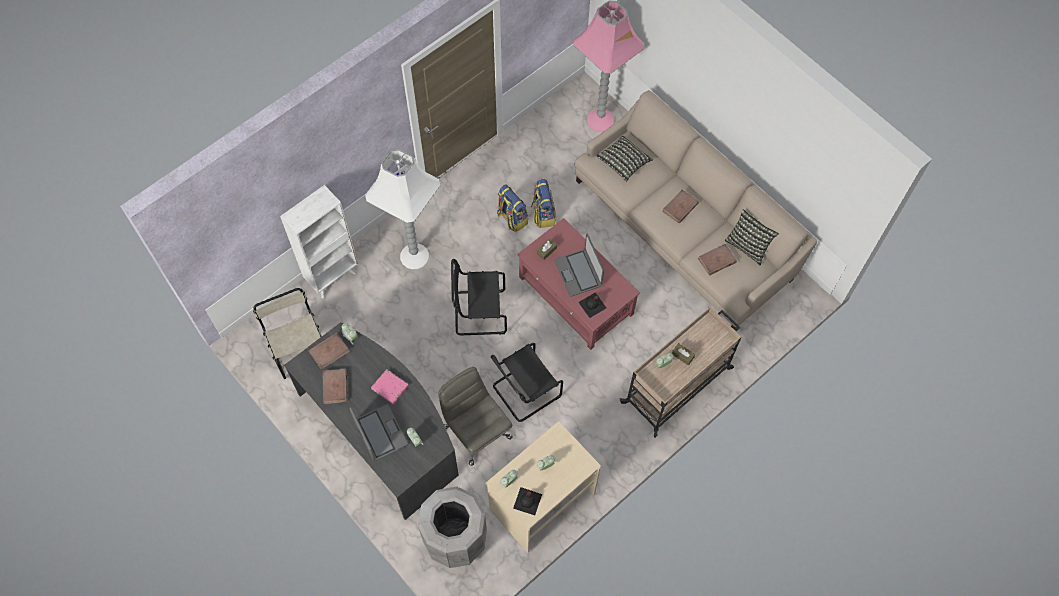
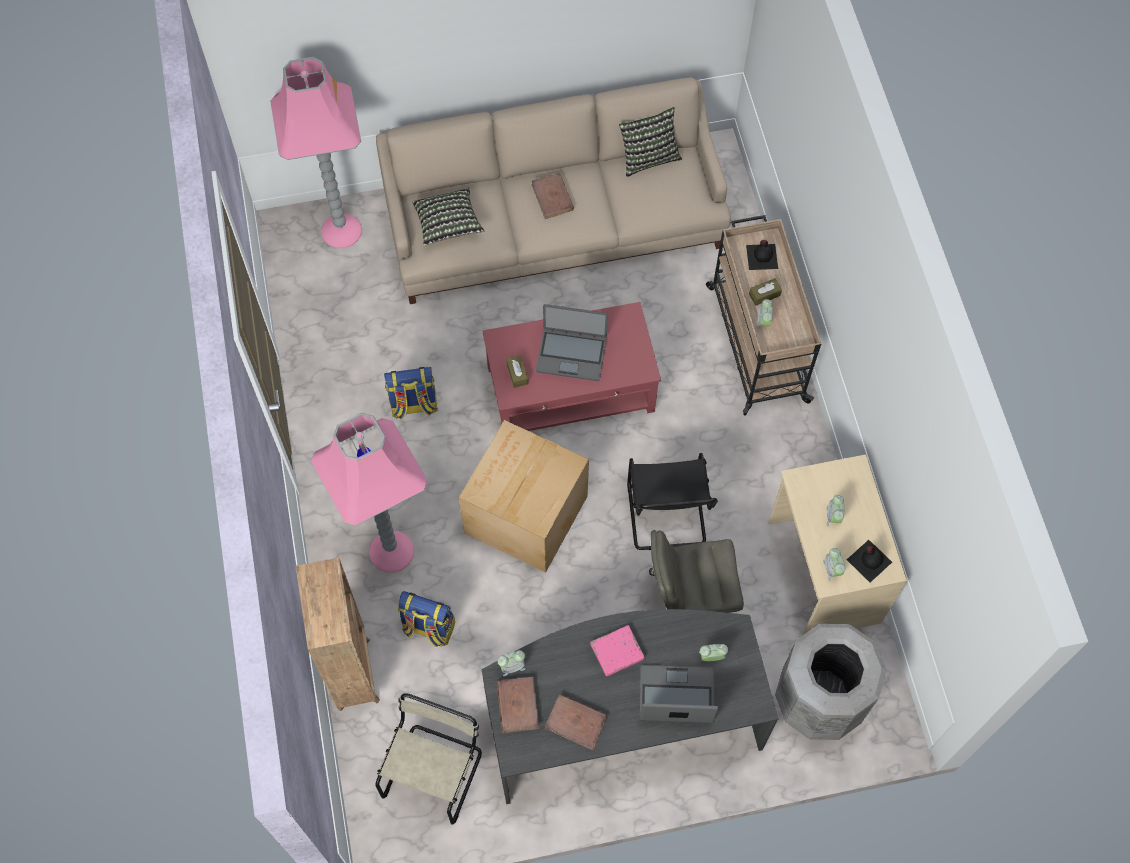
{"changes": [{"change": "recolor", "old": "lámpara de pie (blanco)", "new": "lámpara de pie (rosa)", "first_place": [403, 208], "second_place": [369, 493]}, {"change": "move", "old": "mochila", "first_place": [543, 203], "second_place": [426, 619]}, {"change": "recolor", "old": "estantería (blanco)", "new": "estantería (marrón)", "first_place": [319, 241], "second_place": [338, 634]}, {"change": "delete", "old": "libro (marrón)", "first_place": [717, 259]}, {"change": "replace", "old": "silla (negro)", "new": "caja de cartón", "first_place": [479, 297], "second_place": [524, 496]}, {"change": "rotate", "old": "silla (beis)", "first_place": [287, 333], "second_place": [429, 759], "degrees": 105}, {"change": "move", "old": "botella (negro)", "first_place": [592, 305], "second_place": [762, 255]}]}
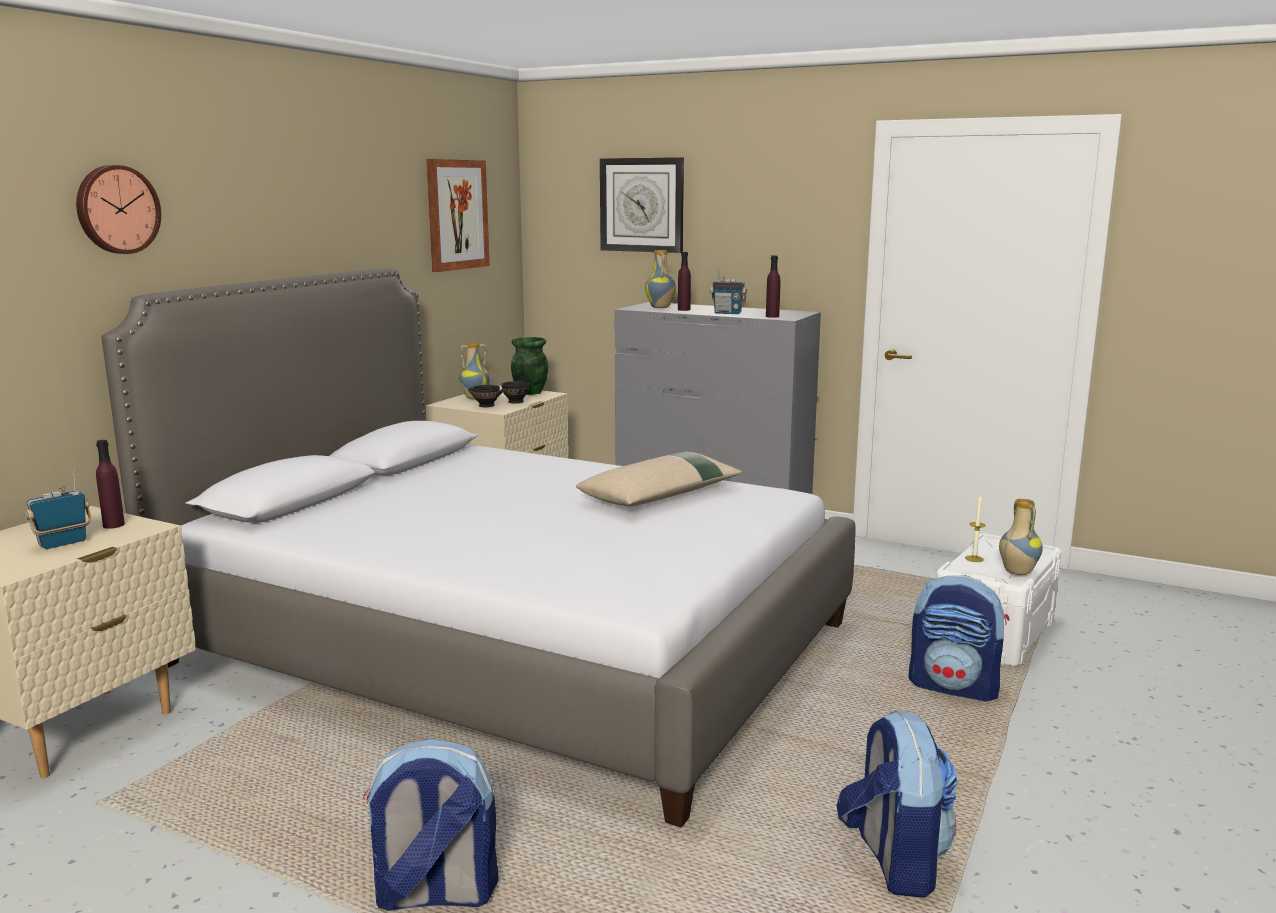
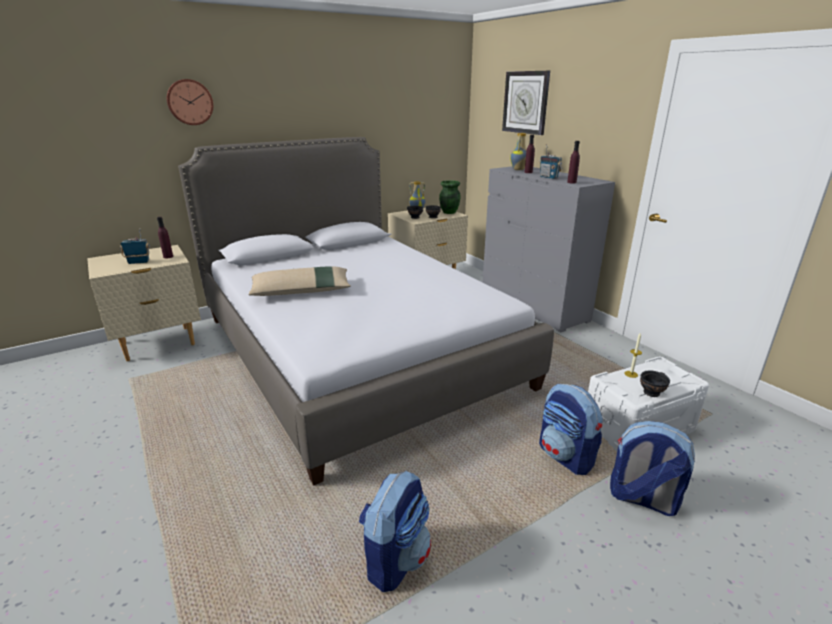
{"changes": [{"change": "delete", "old": "cuadro", "first_place": [458, 215]}, {"change": "move", "old": "cojín (beis)", "first_place": [659, 479], "second_place": [299, 281]}, {"change": "replace", "old": "florero", "new": "cuenco (negro)", "first_place": [1021, 536], "second_place": [655, 383]}, {"change": "move", "old": "mochila", "first_place": [431, 825], "second_place": [652, 468]}]}
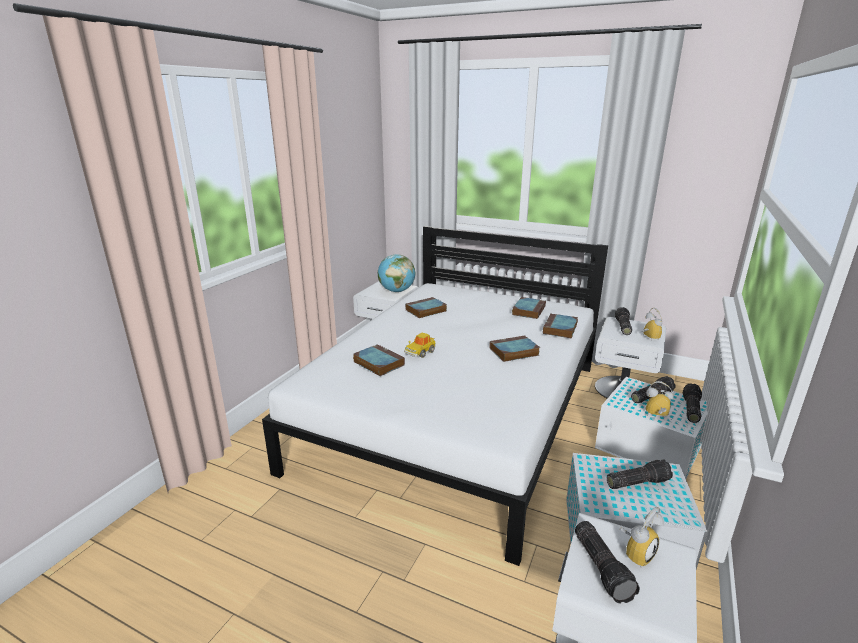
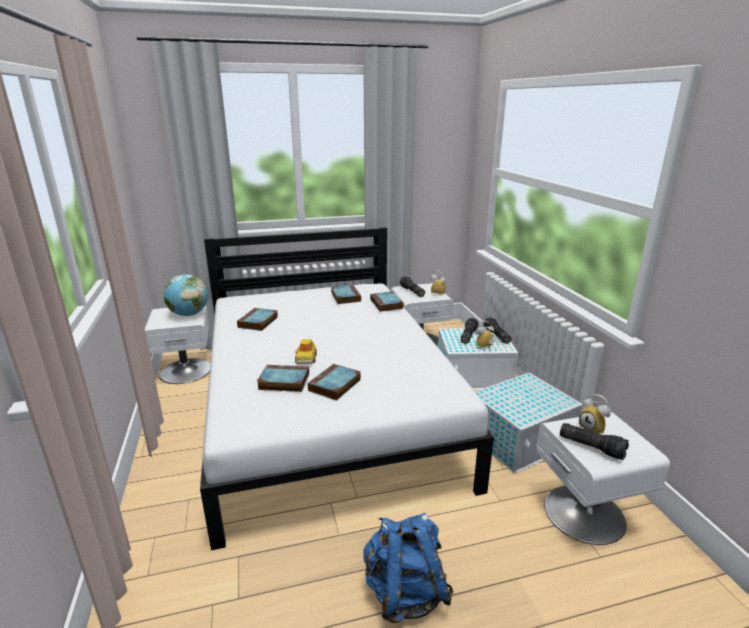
{"changes": [{"change": "move", "old": "libro", "first_place": [514, 348], "second_place": [334, 382]}, {"change": "delete", "old": "linterna", "first_place": [640, 474]}, {"change": "rotate", "old": "despertador", "first_place": [642, 537], "second_place": [595, 413], "degrees": 135}, {"change": "insert", "new": "mochila (azul)", "second_place": [408, 568]}]}
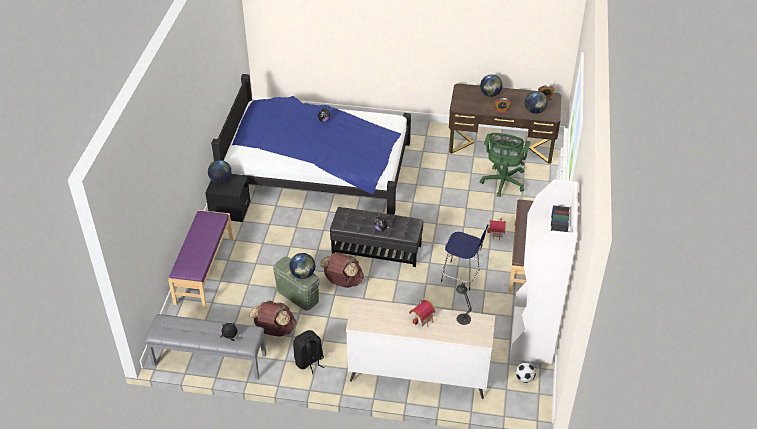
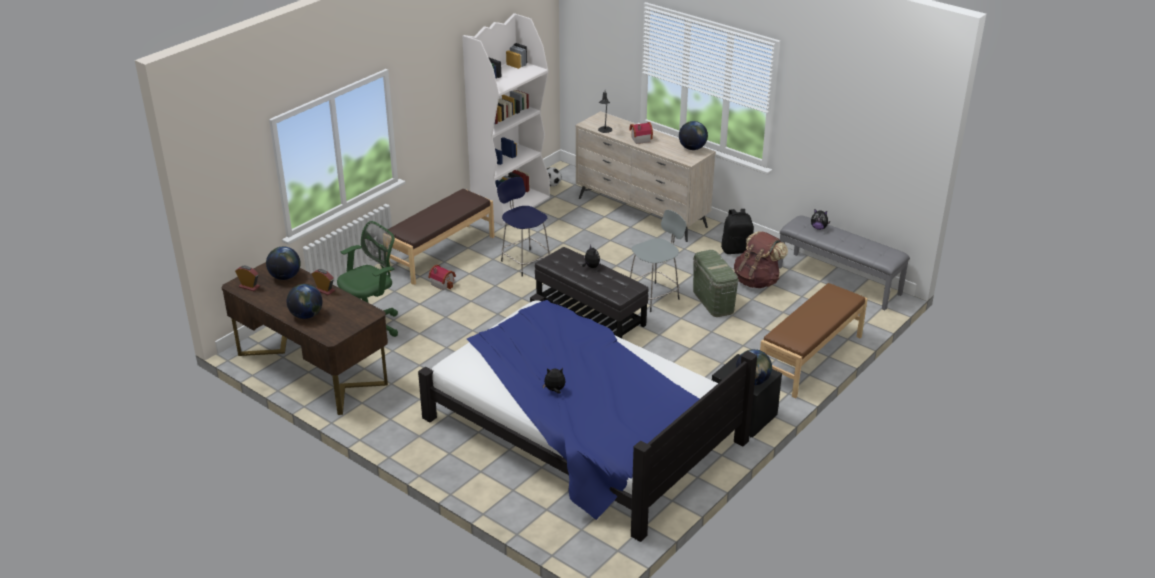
{"changes": [{"change": "recolor", "old": "banco (morado)", "new": "banco (marrón)", "first_place": [200, 259], "second_place": [814, 340]}, {"change": "move", "old": "globo terráqueo", "first_place": [302, 266], "second_place": [693, 135]}, {"change": "replace", "old": "mochila (marrón)", "new": "taburete (gris)", "first_place": [342, 270], "second_place": [658, 261]}]}
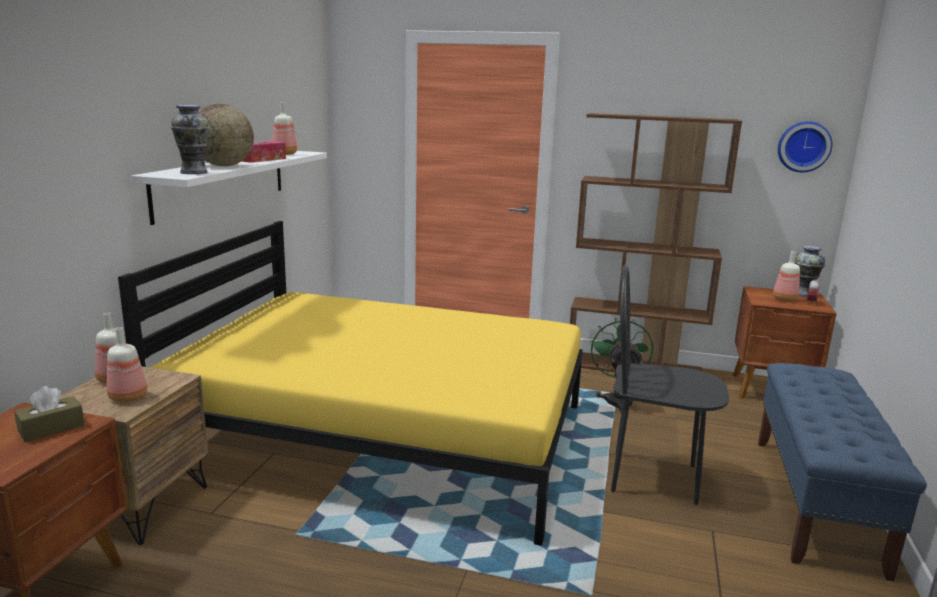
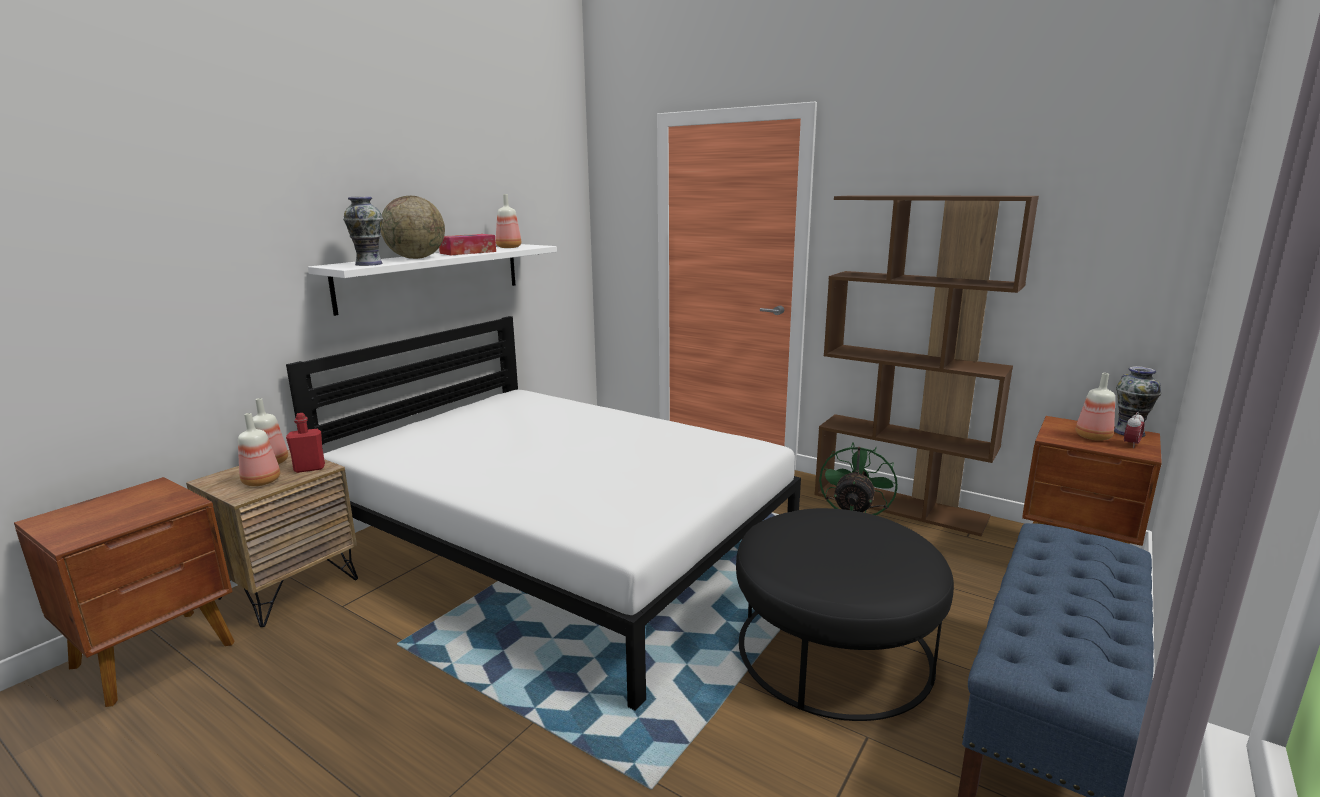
{"changes": [{"change": "delete", "old": "reloj de pared", "first_place": [805, 146]}, {"change": "recolor", "old": "cama (amarillo)", "new": "cama (blanco)", "first_place": [350, 383], "second_place": [543, 513]}, {"change": "replace", "old": "silla (negro)", "new": "puf (negro)", "first_place": [670, 385], "second_place": [845, 614]}, {"change": "delete", "old": "caja de pañuelos (marrón)", "first_place": [49, 414]}, {"change": "insert", "new": "botella (rojo)", "second_place": [305, 443]}]}
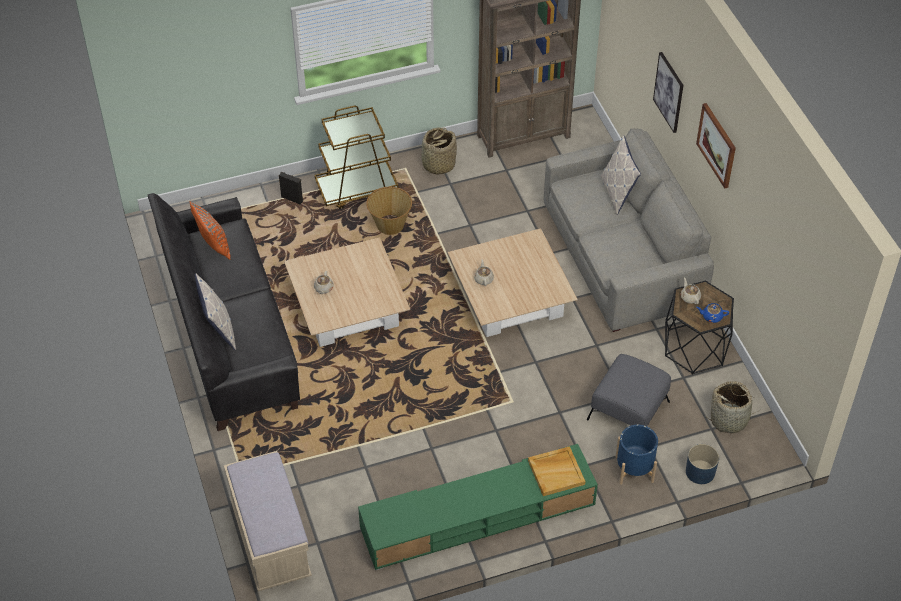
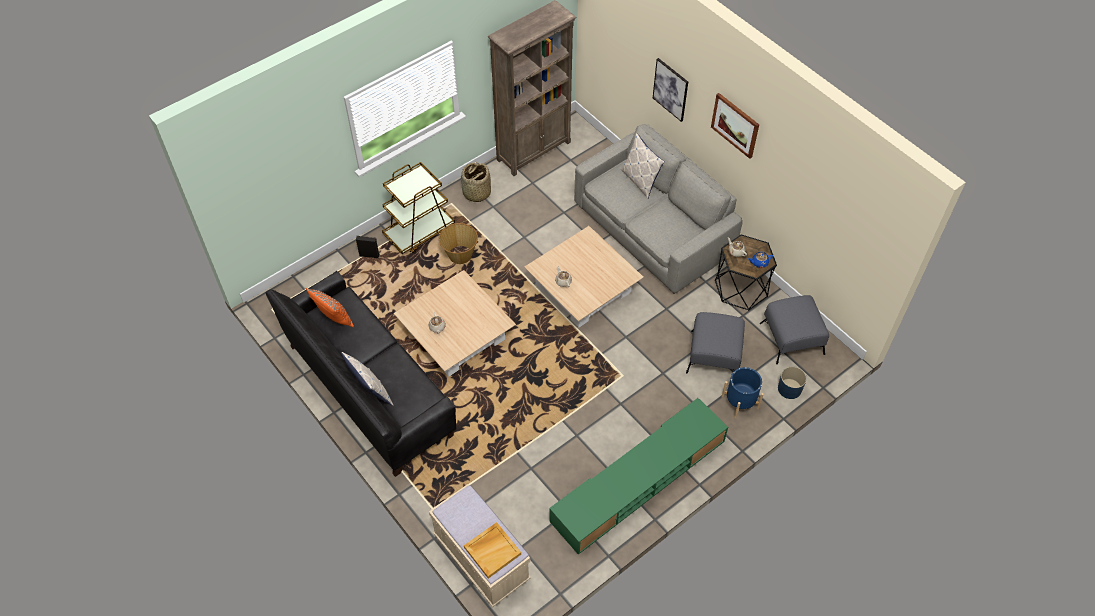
{"changes": [{"change": "replace", "old": "cesta", "new": "puf (gris)", "first_place": [735, 407], "second_place": [794, 329]}, {"change": "move", "old": "bandeja (beis)", "first_place": [556, 471], "second_place": [492, 550]}]}
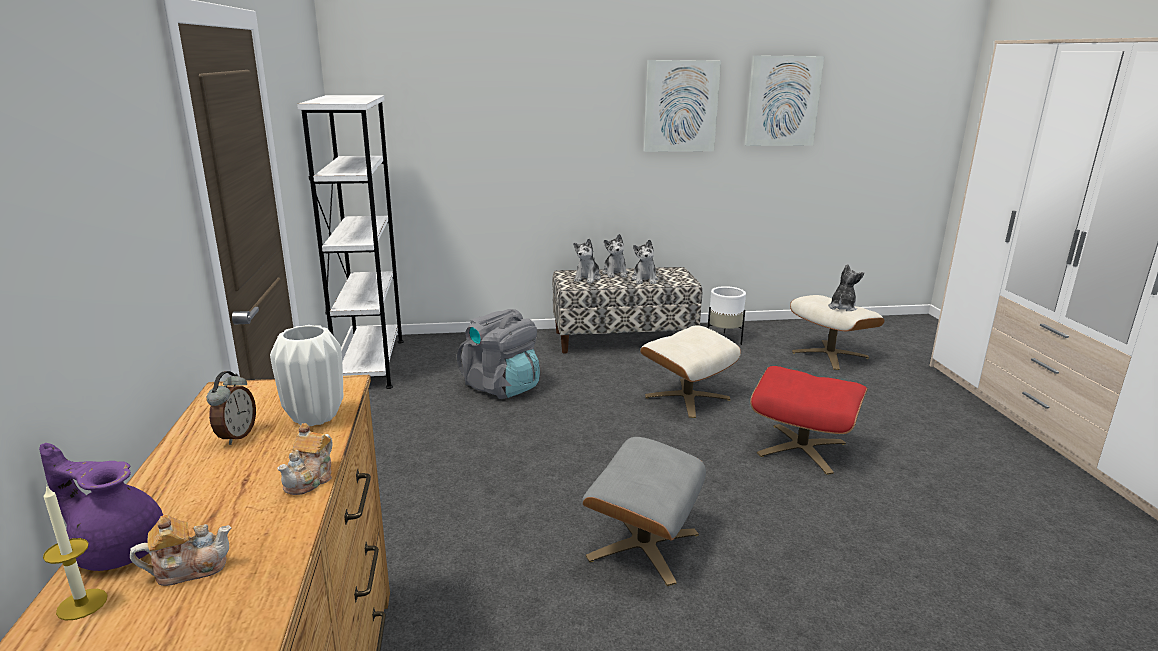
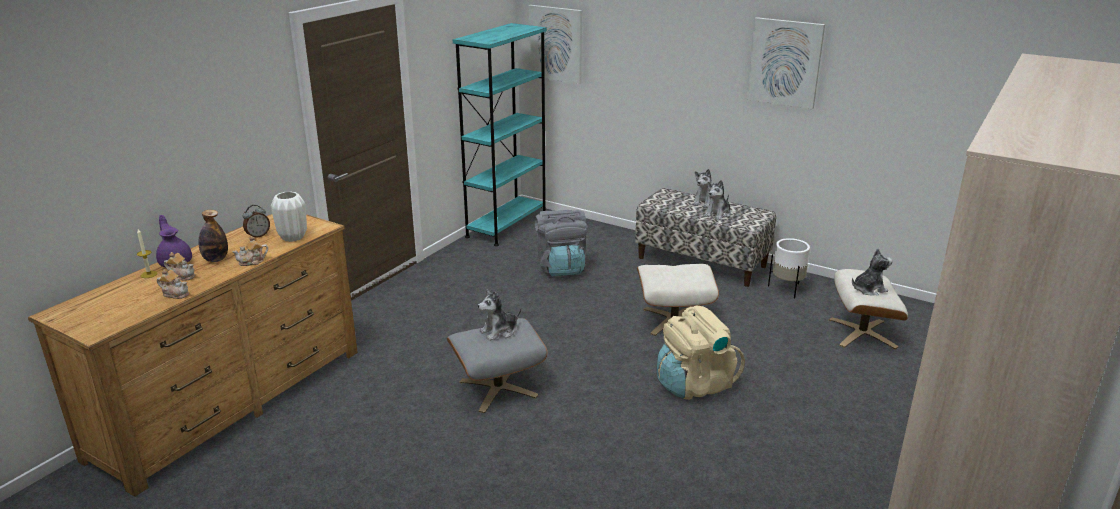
{"changes": [{"change": "move", "old": "cuadro", "first_place": [784, 100], "second_place": [555, 44]}, {"change": "recolor", "old": "estantería (blanco)", "new": "estantería (turquesa)", "first_place": [350, 242], "second_place": [500, 134]}, {"change": "move", "old": "peluche", "first_place": [587, 261], "second_place": [499, 315]}, {"change": "replace", "old": "puf (rojo)", "new": "mochila (beis)", "first_place": [809, 420], "second_place": [701, 352]}, {"change": "insert", "new": "botella", "second_place": [213, 236]}, {"change": "insert", "new": "tetera", "second_place": [173, 284]}]}
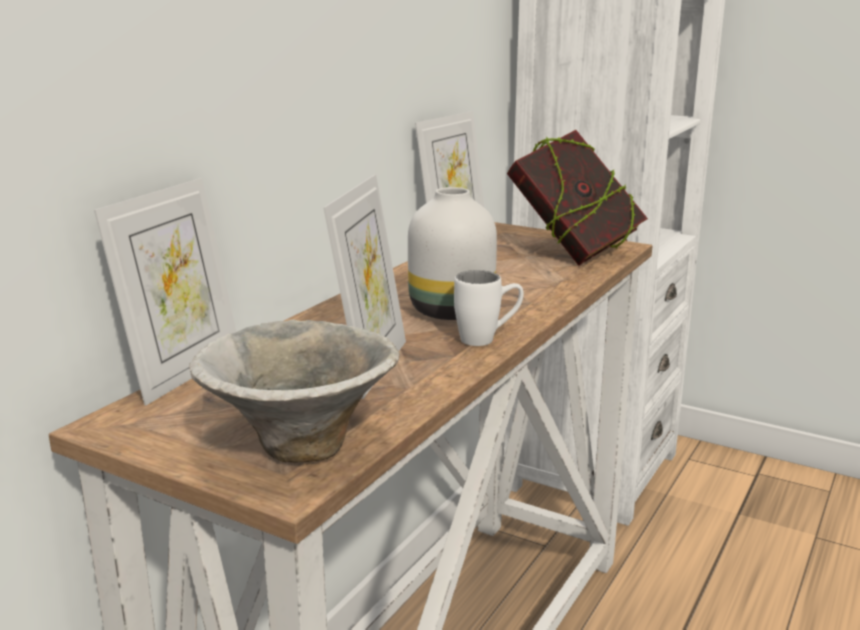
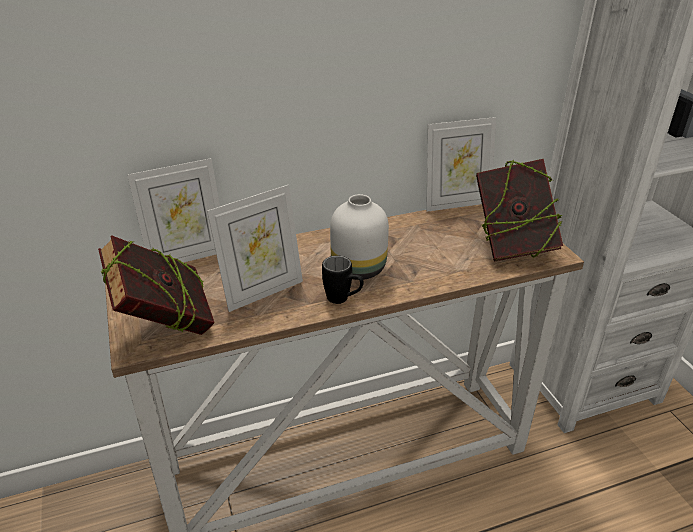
{"changes": [{"change": "recolor", "old": "taza grande (blanco)", "new": "taza grande (negro)", "first_place": [489, 308], "second_place": [343, 280]}, {"change": "replace", "old": "cuenco", "new": "libro", "first_place": [294, 390], "second_place": [156, 285]}]}
